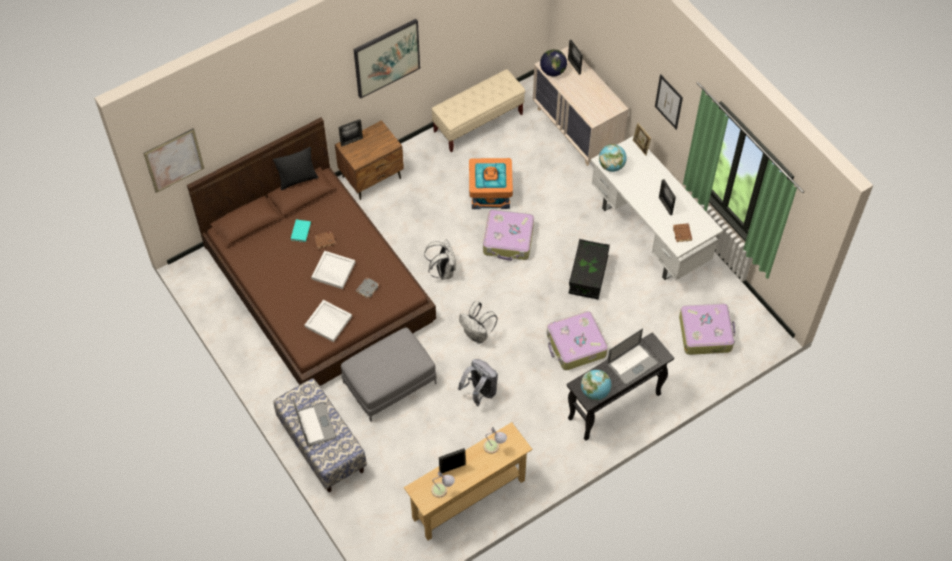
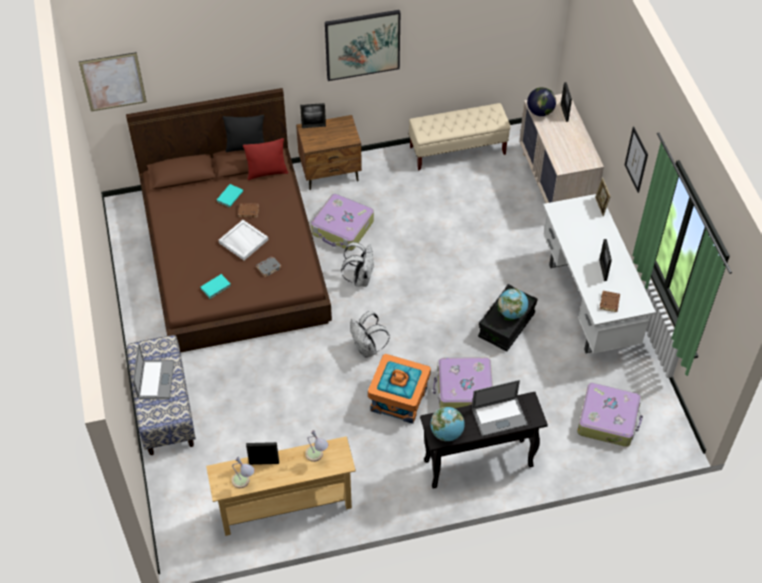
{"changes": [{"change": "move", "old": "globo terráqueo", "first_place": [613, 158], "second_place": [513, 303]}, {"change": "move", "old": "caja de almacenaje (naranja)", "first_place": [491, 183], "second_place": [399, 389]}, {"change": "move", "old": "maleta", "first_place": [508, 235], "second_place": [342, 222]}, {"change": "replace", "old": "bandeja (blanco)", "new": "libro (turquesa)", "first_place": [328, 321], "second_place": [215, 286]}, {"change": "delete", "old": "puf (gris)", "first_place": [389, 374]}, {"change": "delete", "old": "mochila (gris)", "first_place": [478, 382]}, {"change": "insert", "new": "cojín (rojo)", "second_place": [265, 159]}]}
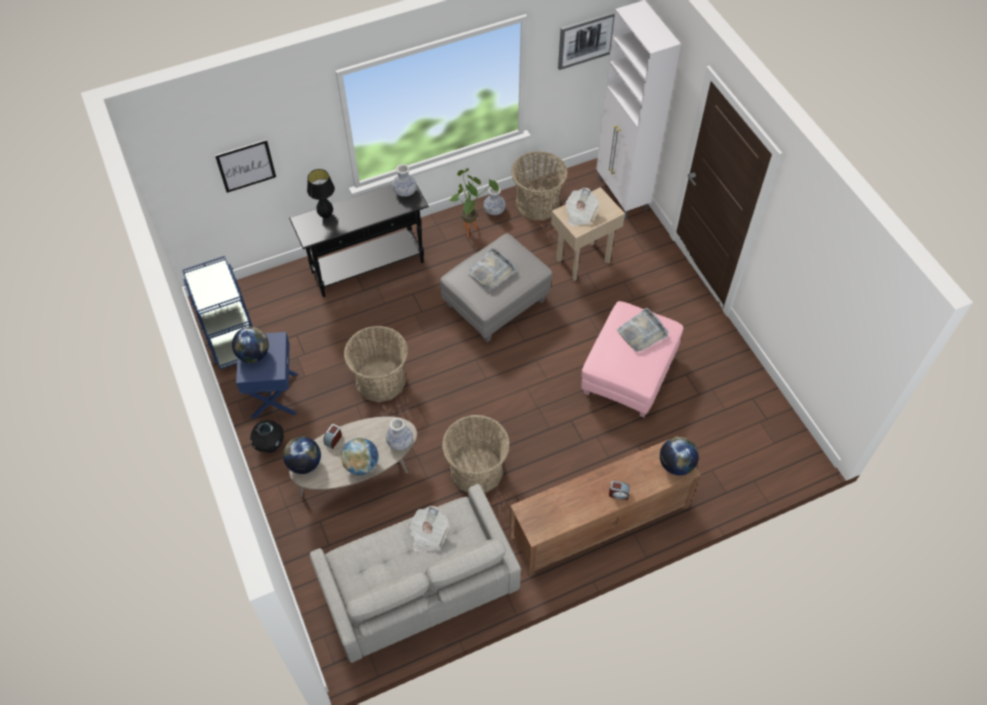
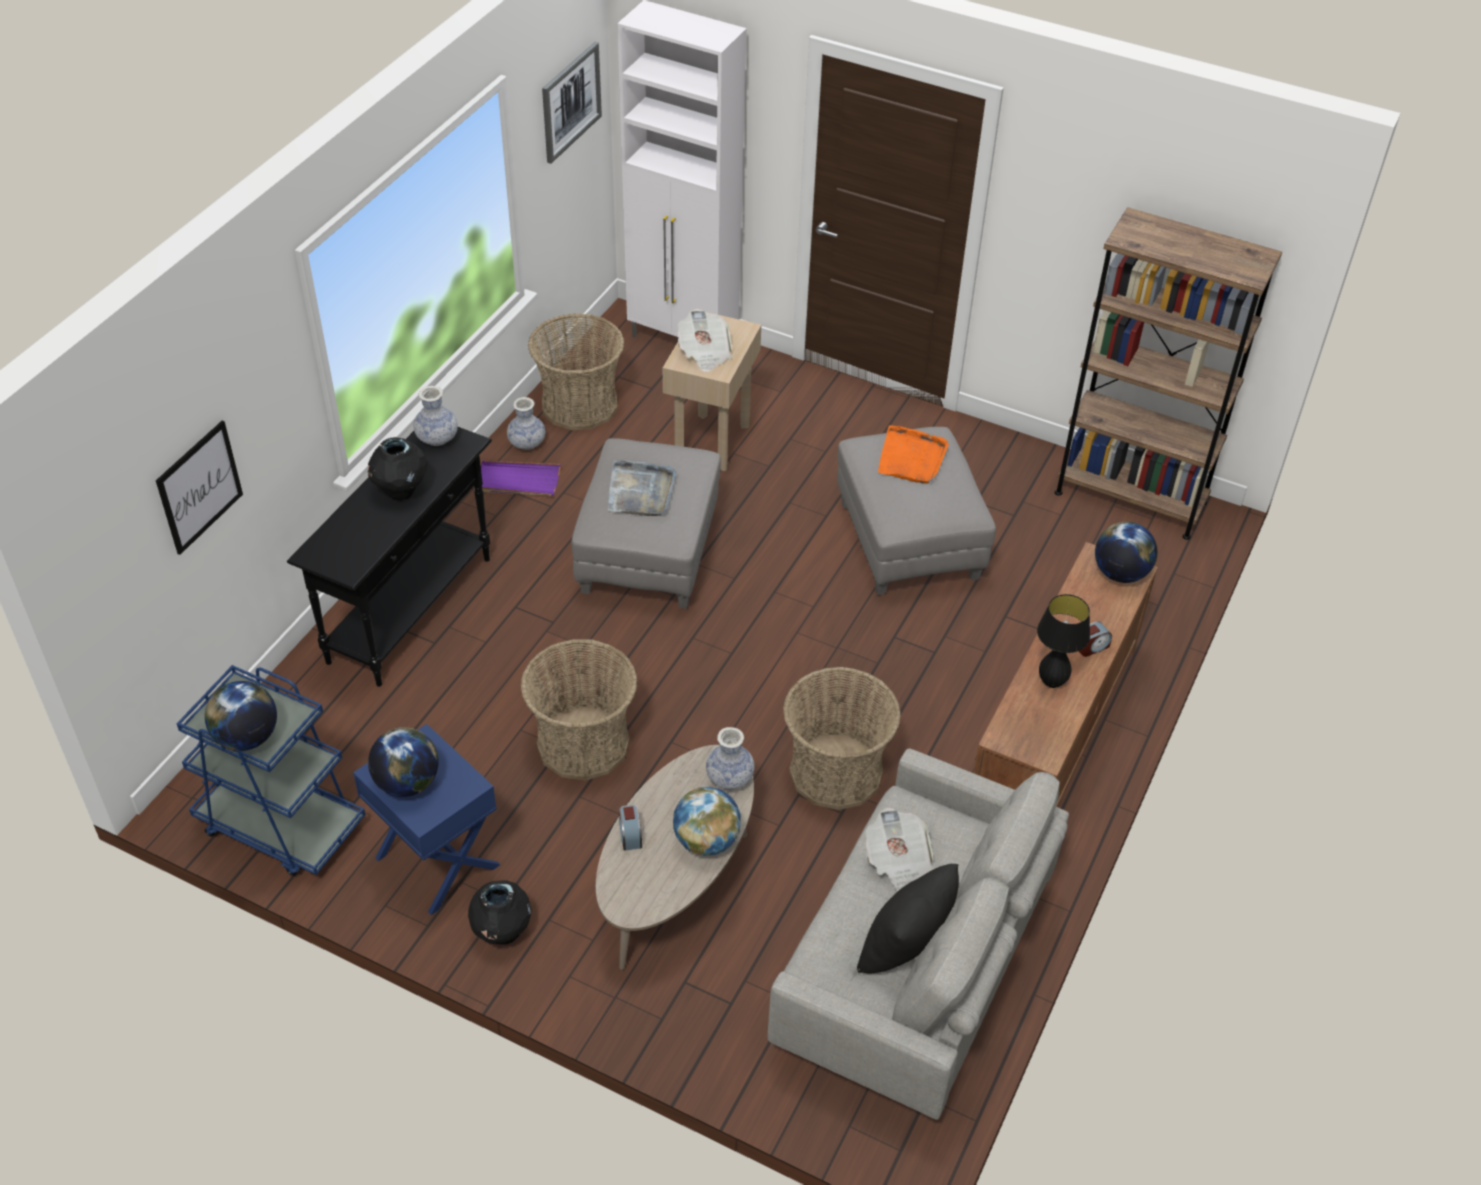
{"changes": [{"change": "replace", "old": "planta en maceta", "new": "bandeja (morado)", "first_place": [474, 202], "second_place": [517, 478]}, {"change": "move", "old": "lámpara de mesa (negro)", "first_place": [321, 193], "second_place": [1063, 641]}, {"change": "recolor", "old": "puf (rosa)", "new": "puf (gris)", "first_place": [632, 359], "second_place": [916, 511]}, {"change": "recolor", "old": "bandeja (gris)", "new": "bandeja (naranja)", "first_place": [642, 329], "second_place": [913, 454]}, {"change": "move", "old": "globo terráqueo", "first_place": [302, 455], "second_place": [241, 716]}, {"change": "insert", "new": "estantería (marrón)", "second_place": [1168, 373]}, {"change": "insert", "new": "florero (negro)", "second_place": [397, 469]}, {"change": "insert", "new": "cojín (negro)", "second_place": [908, 919]}]}
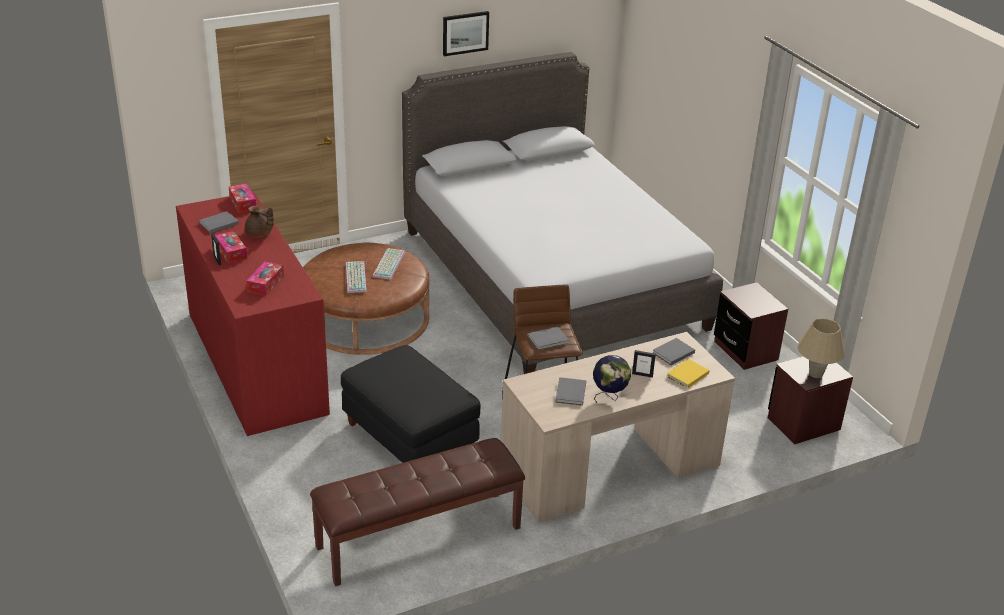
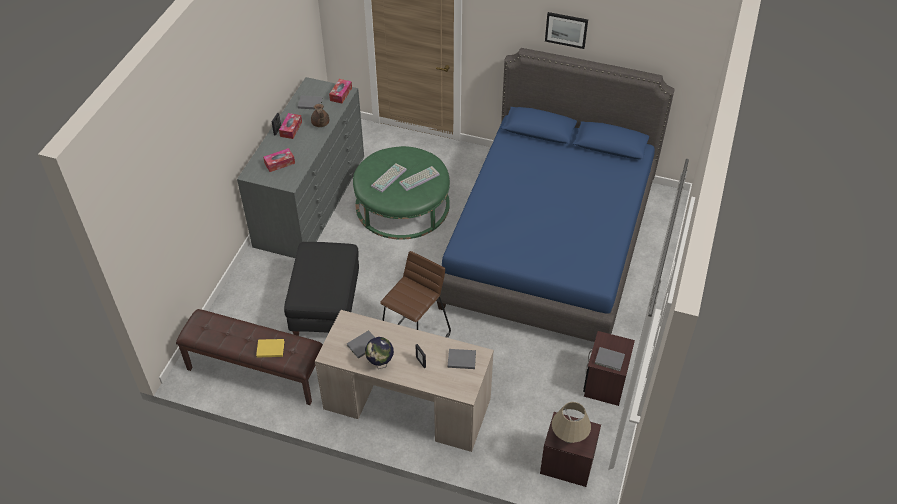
{"changes": [{"change": "recolor", "old": "cama (gris)", "new": "cama (azul)", "first_place": [562, 213], "second_place": [555, 195]}, {"change": "recolor", "old": "cómoda (rojo)", "new": "cómoda (gris)", "first_place": [253, 314], "second_place": [300, 167]}, {"change": "recolor", "old": "puf (marrón)", "new": "puf (verde)", "first_place": [366, 299], "second_place": [401, 193]}, {"change": "move", "old": "libro (gris)", "first_place": [548, 339], "second_place": [610, 359]}, {"change": "move", "old": "libro (amarillo)", "first_place": [687, 373], "second_place": [270, 348]}]}
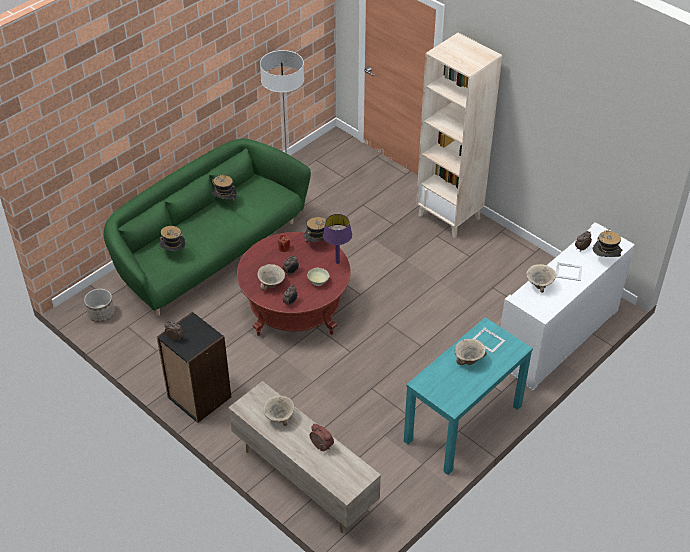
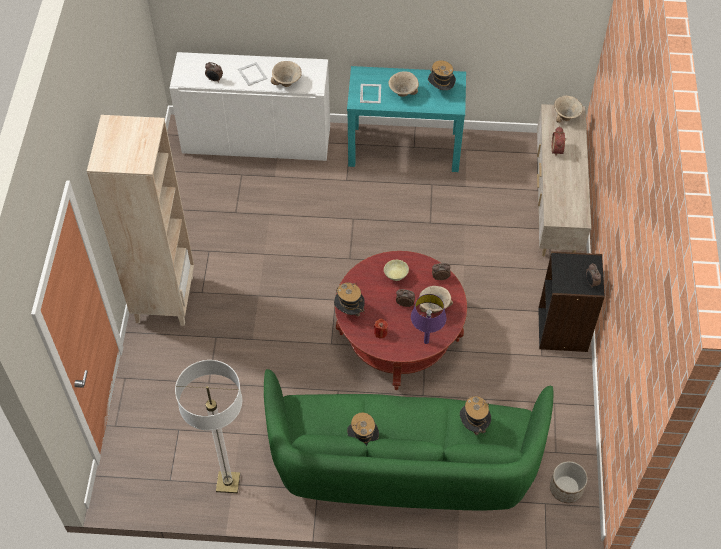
{"changes": [{"change": "move", "old": "lámpara de mesa (morado)", "first_place": [337, 239], "second_place": [428, 319]}, {"change": "move", "old": "sombrero", "first_place": [607, 242], "second_place": [442, 75]}, {"change": "move", "old": "cuenco (beis)", "first_place": [279, 411], "second_place": [568, 109]}]}
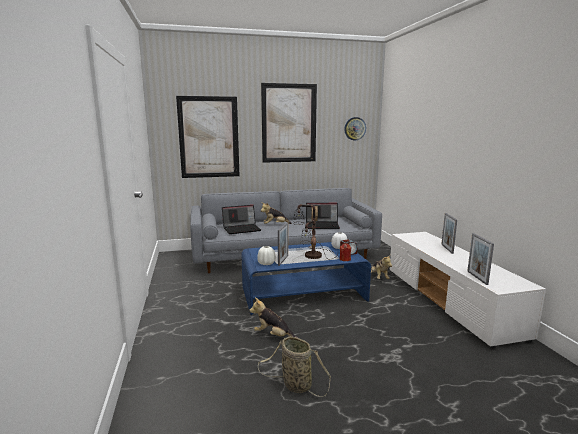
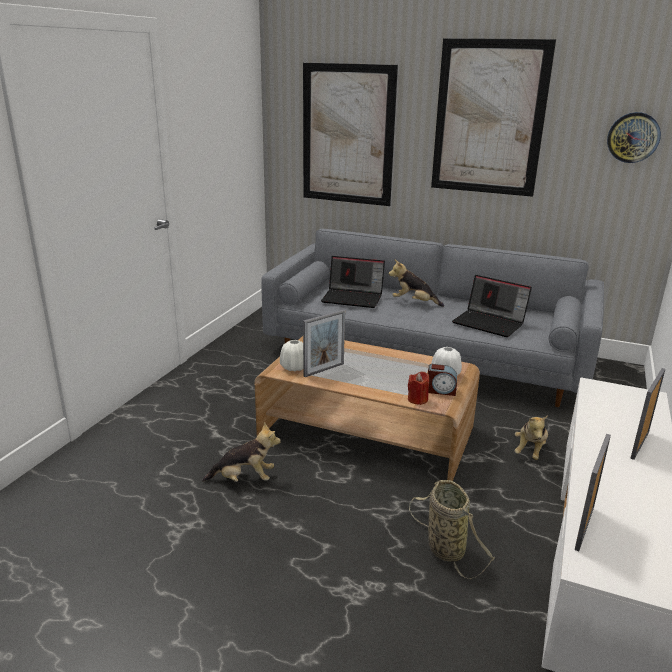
{"changes": [{"change": "delete", "old": "lámpara de mesa", "first_place": [316, 231]}, {"change": "recolor", "old": "mesa de centro (azul)", "new": "mesa de centro (marrón)", "first_place": [306, 278], "second_place": [367, 408]}, {"change": "rotate", "old": "peluche", "first_place": [273, 318], "second_place": [241, 452], "degrees": 120}, {"change": "move", "old": "cesta", "first_place": [294, 367], "second_place": [452, 529]}]}
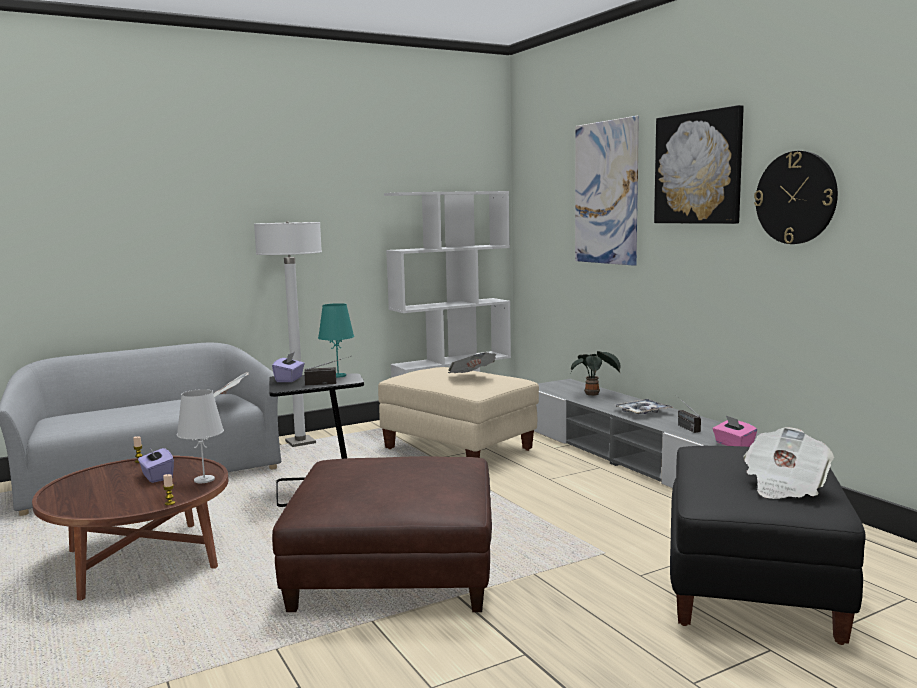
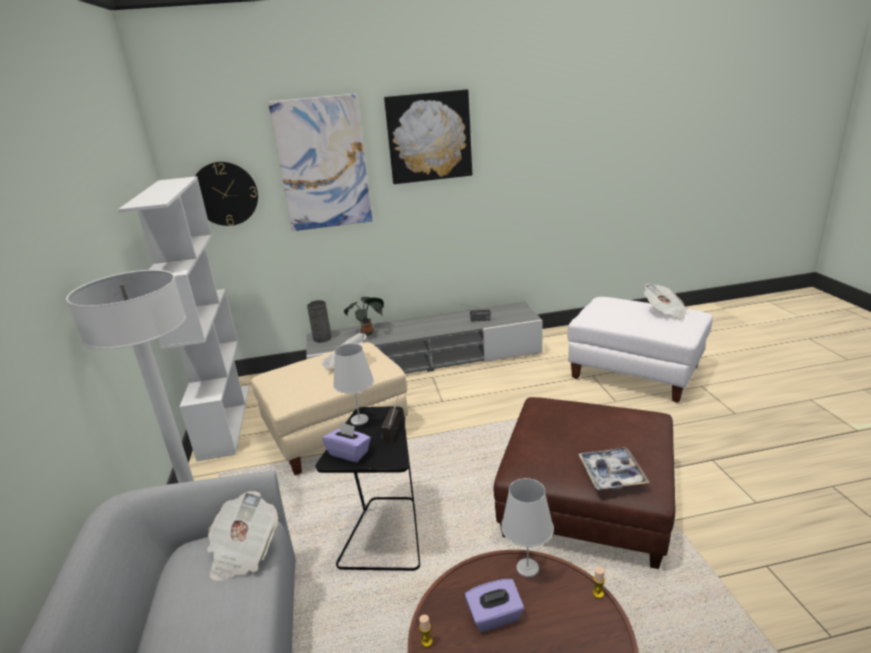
{"changes": [{"change": "move", "old": "reloj de pared", "first_place": [796, 197], "second_place": [226, 194]}, {"change": "recolor", "old": "lámpara de mesa (turquesa)", "new": "lámpara de mesa (blanco)", "first_place": [336, 340], "second_place": [353, 384]}, {"change": "move", "old": "bandeja", "first_place": [643, 406], "second_place": [614, 468]}, {"change": "delete", "old": "caja de pañuelos (rosa)", "first_place": [735, 431]}, {"change": "recolor", "old": "puf (negro)", "new": "puf (blanco)", "first_place": [768, 545], "second_place": [640, 350]}, {"change": "insert", "new": "florero (gris)", "second_place": [319, 321]}]}
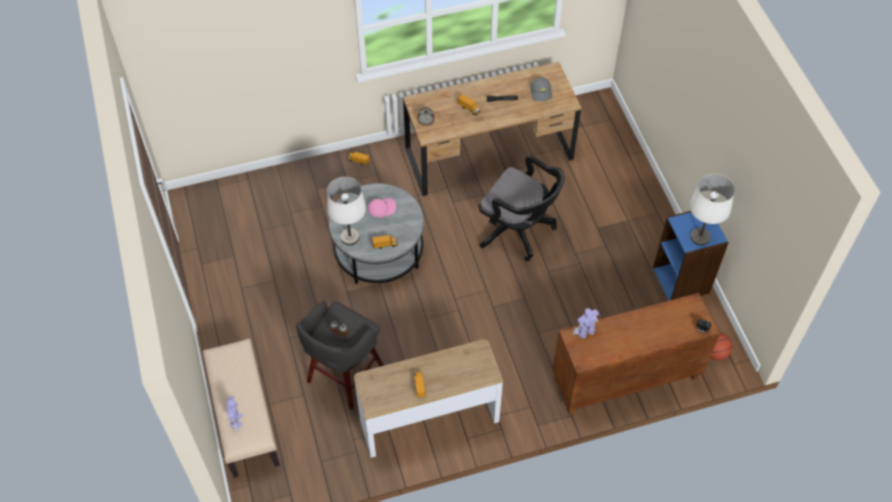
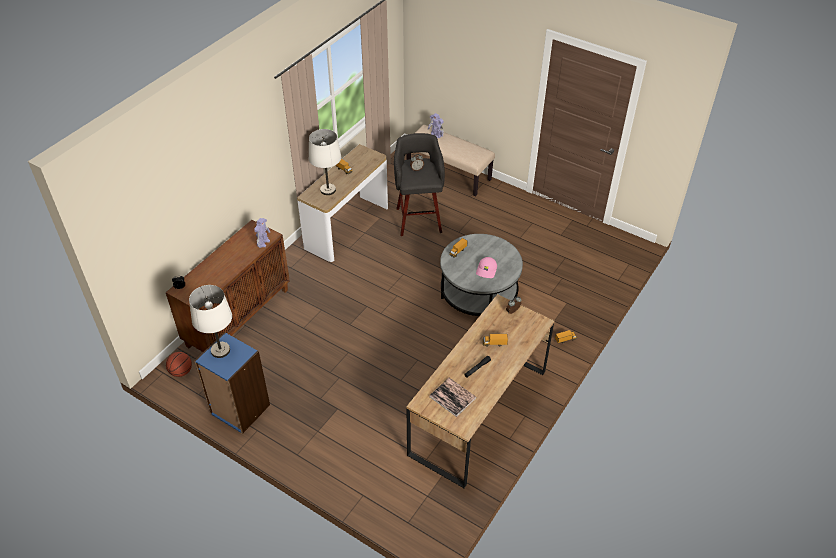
{"changes": [{"change": "replace", "old": "gorra (gris)", "new": "libro", "first_place": [541, 89], "second_place": [453, 397]}, {"change": "delete", "old": "silla de oficina (negro)", "first_place": [522, 208]}, {"change": "move", "old": "lámpara de mesa (blanco)", "first_place": [346, 211], "second_place": [325, 162]}]}
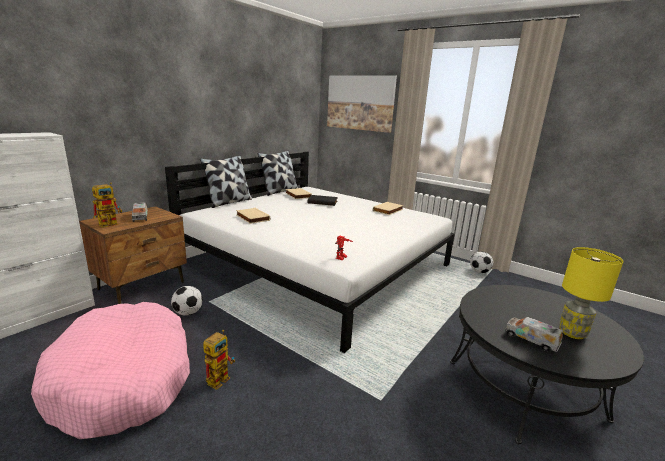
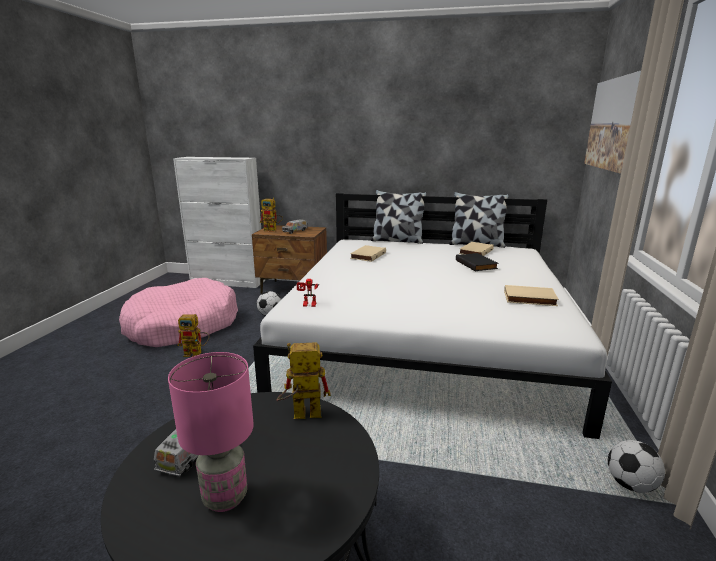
{"changes": [{"change": "recolor", "old": "lámpara de mesa (amarillo)", "new": "lámpara de mesa (rosa)", "first_place": [591, 293], "second_place": [211, 432]}, {"change": "insert", "new": "robot de juguete", "second_place": [303, 380]}]}
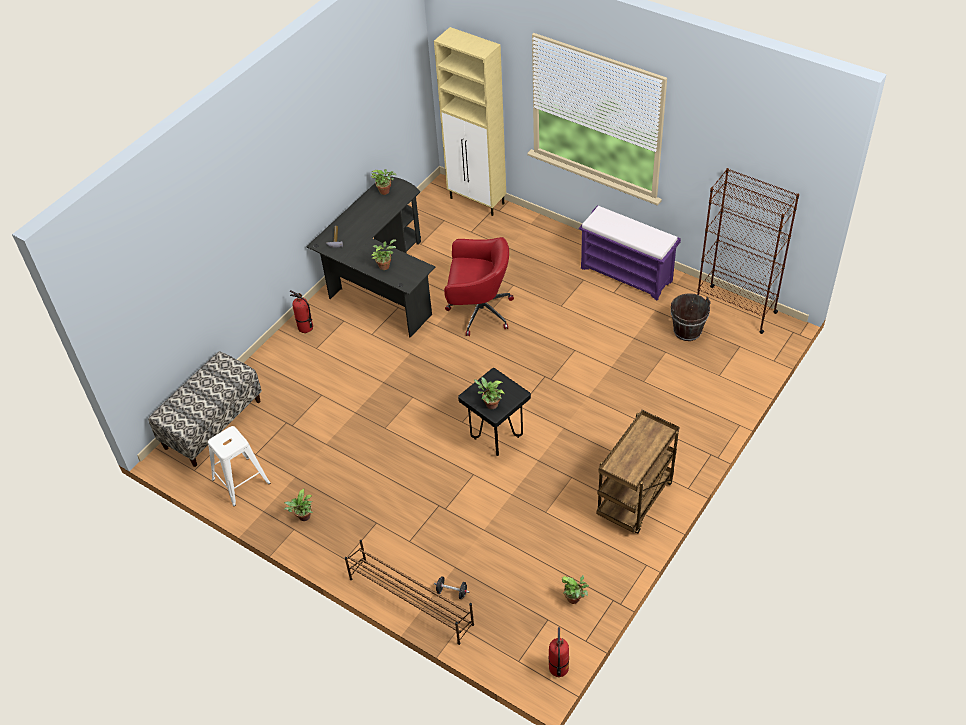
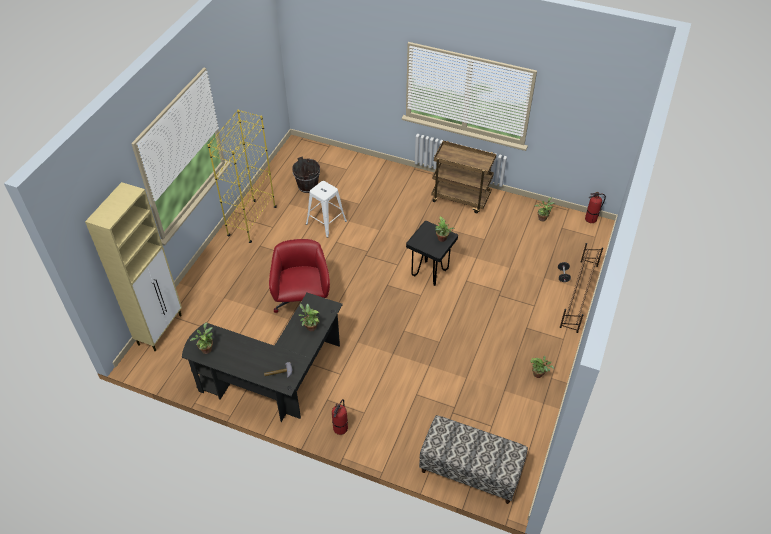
{"changes": [{"change": "delete", "old": "estantería (marrón)", "first_place": [748, 251]}, {"change": "replace", "old": "banco (morado)", "new": "estantería (amarillo)", "first_place": [630, 253], "second_place": [242, 176]}, {"change": "move", "old": "taburete (blanco)", "first_place": [239, 466], "second_place": [326, 209]}]}
